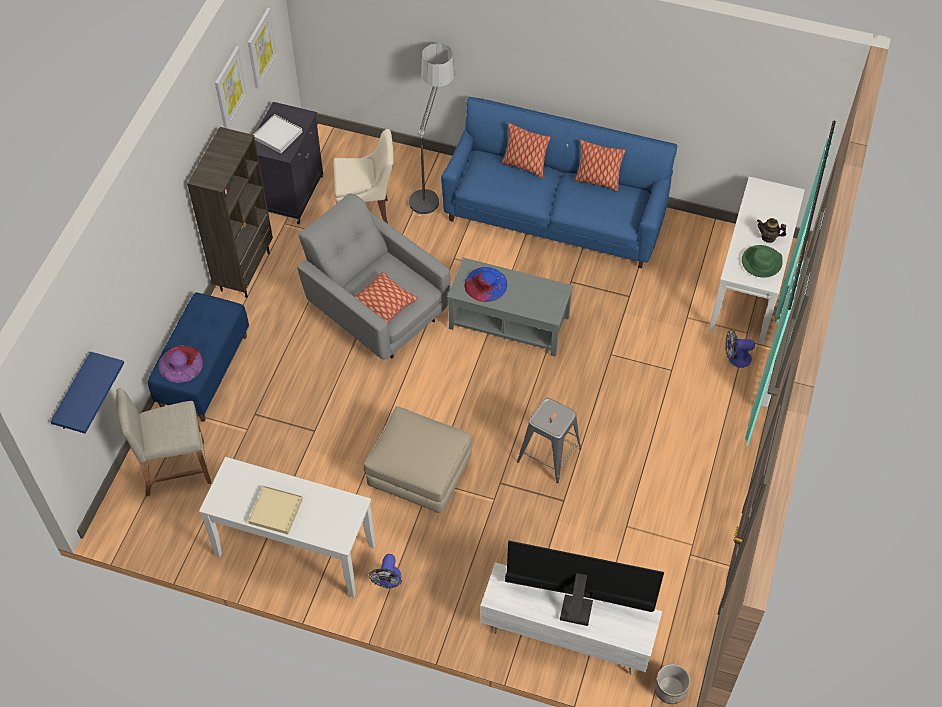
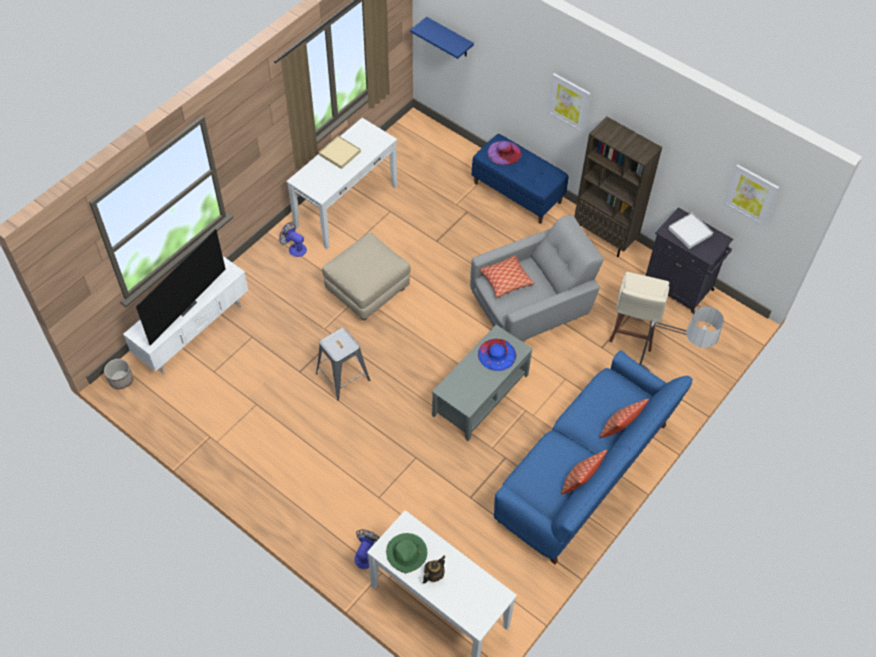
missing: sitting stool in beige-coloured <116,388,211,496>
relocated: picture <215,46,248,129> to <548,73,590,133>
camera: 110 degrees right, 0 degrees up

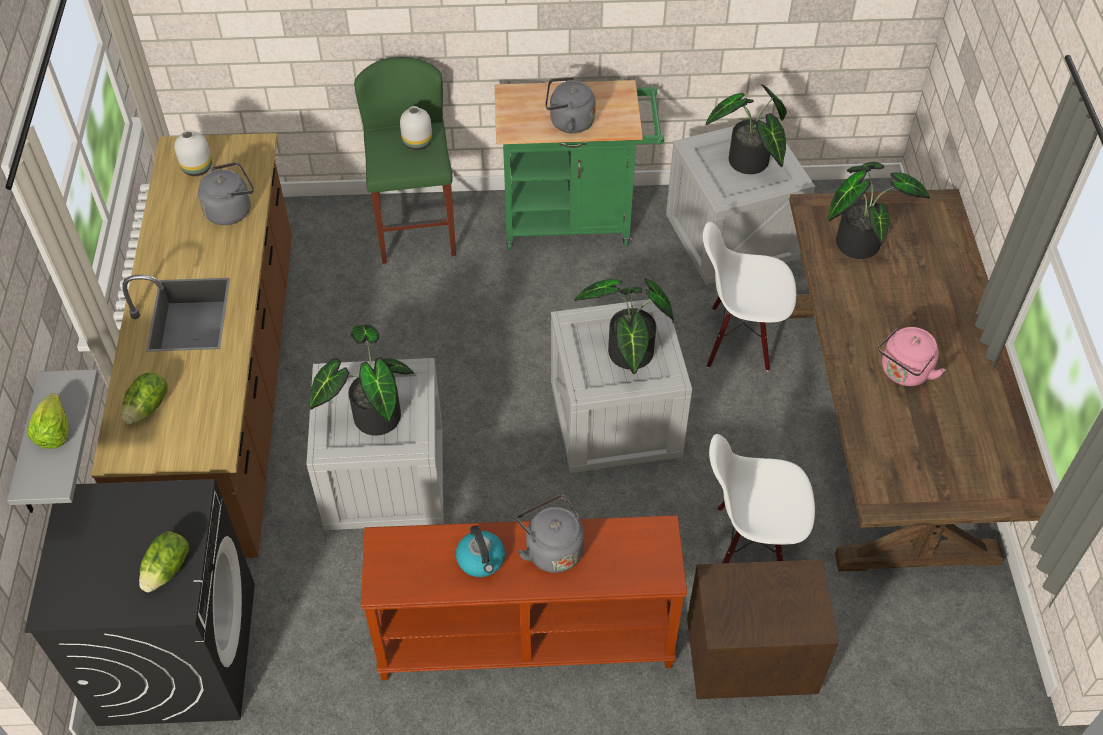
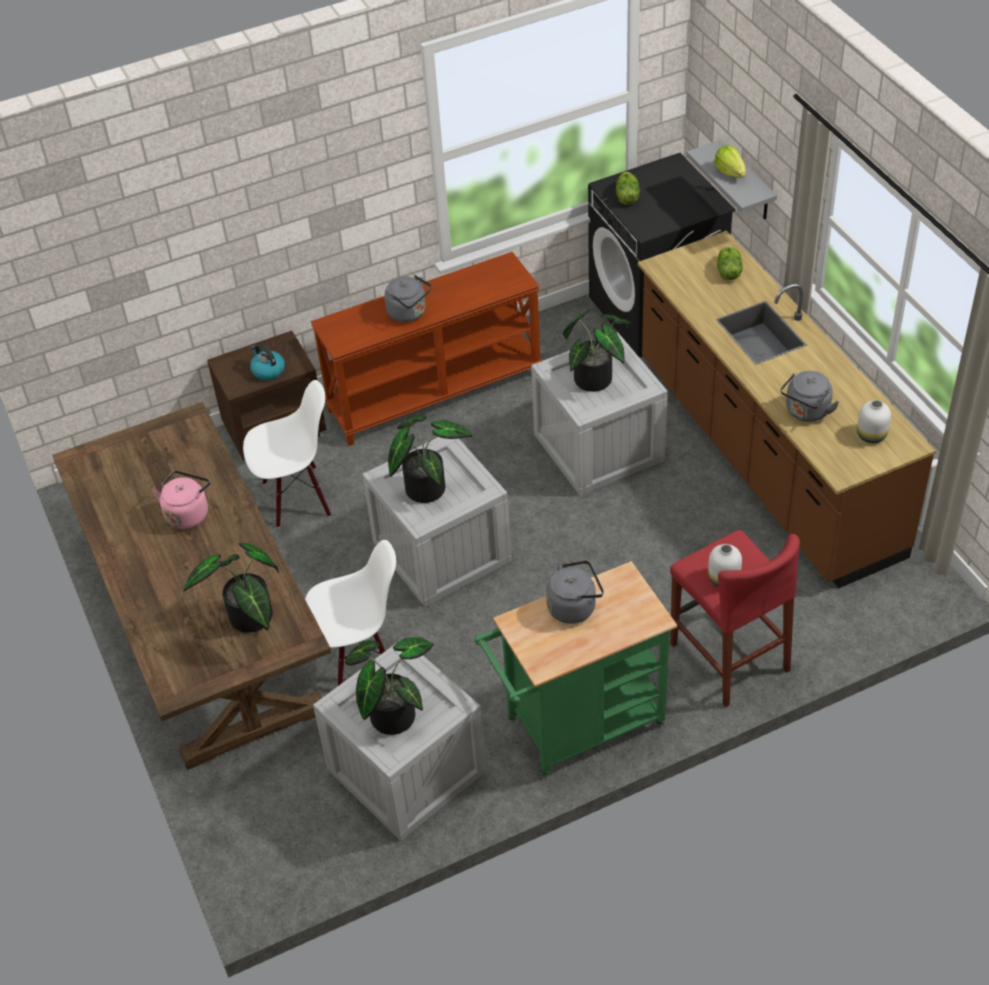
relocated: tea kettle <456,525,505,577> to <250,344,285,380>
colour: sitting stool in green-coloured <354,57,456,264> to sitting stool in red-coloured <670,530,800,707>
camera: 160 degrees right, 5 degrees down

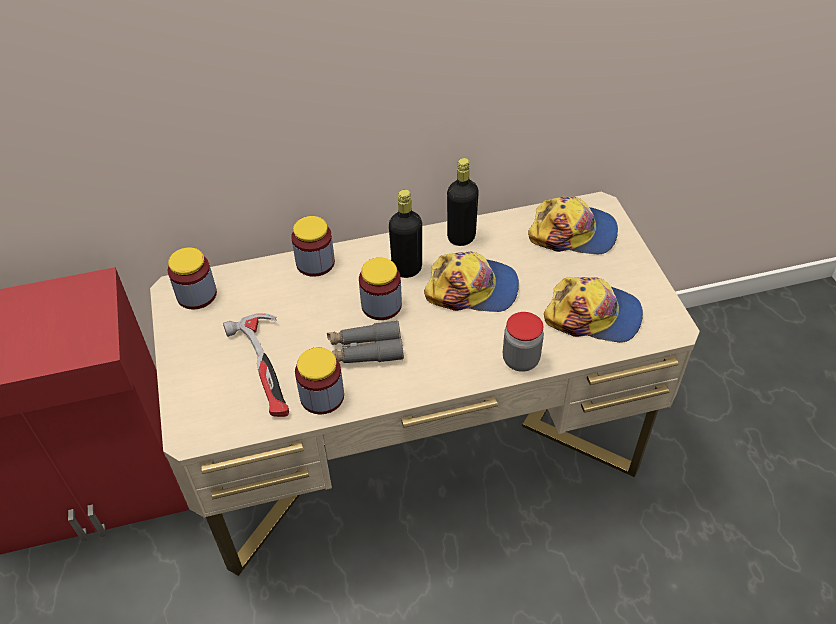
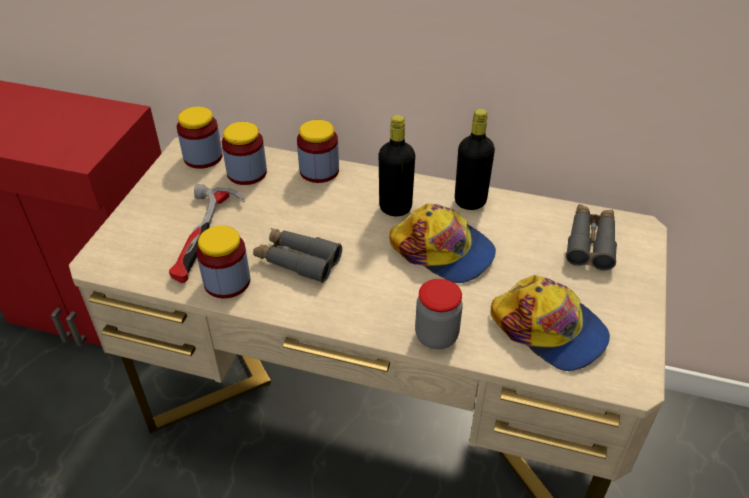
relocated: storage jar <359,258,402,320> to <222,122,267,185>
exchanged: cap <528,197,618,255> to field glasses in greyish <566,204,617,270>
camera: 30 degrees right, 5 degrees down

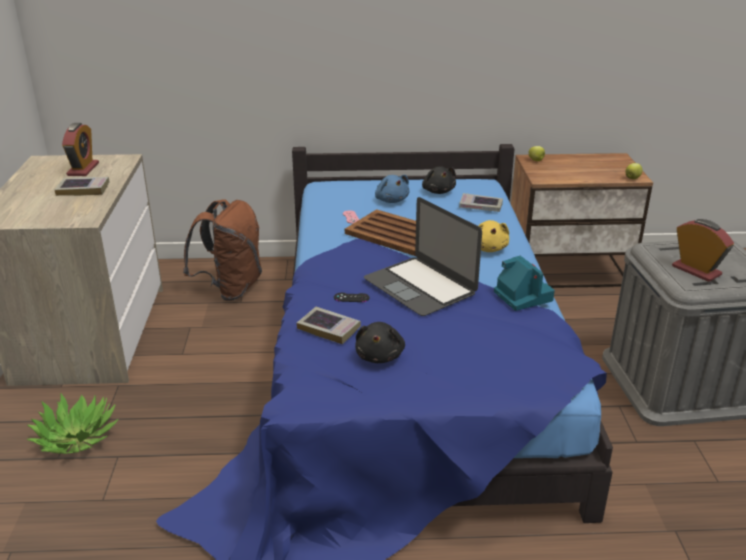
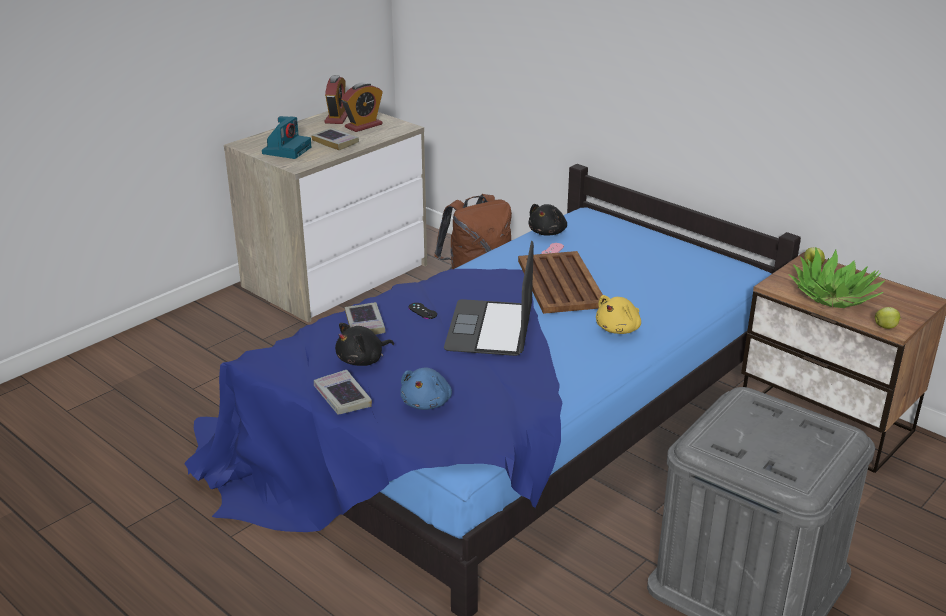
relocated: potted plant <27,394,119,454> to <789,247,885,308>; soft toy in blue <375,175,410,203> to <401,368,452,410>; soft toy in blackish <422,166,456,194> to <528,204,567,235>; book <459,193,503,212> to <314,370,372,415>; photo camera <494,256,555,311> to <262,116,311,159>; bedside clock <672,219,734,282> to <325,75,348,124>
camera: 45 degrees right, 0 degrees up

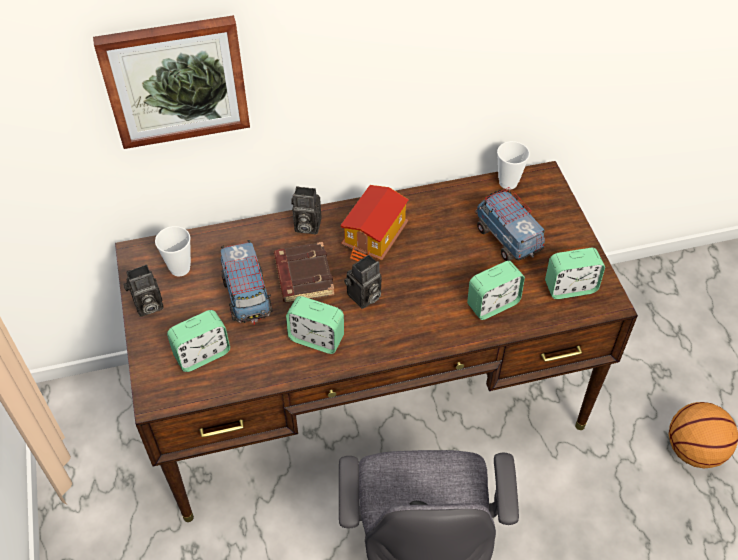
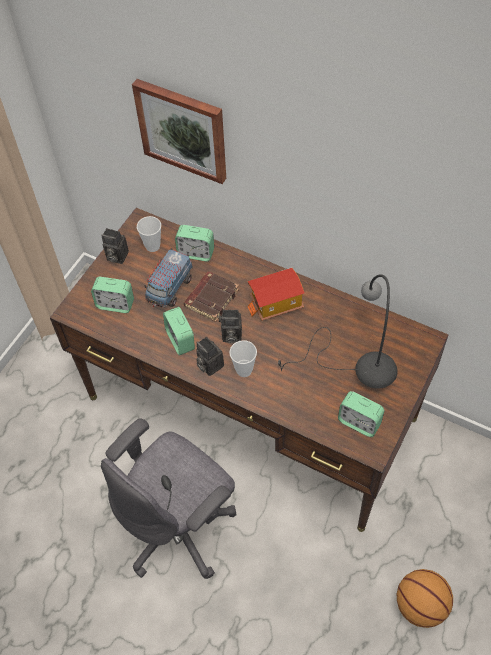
relocated: photo camera <291,186,322,234> to <197,337,224,376>; bedside clock <467,261,525,320> to <175,225,214,261>; small cup <497,141,530,190> to <229,340,257,377>
exchanged: toy lorry <476,187,545,261> to tabletop lamp in greyish <278,274,397,389>
camera: 45 degrees right, 5 degrees up

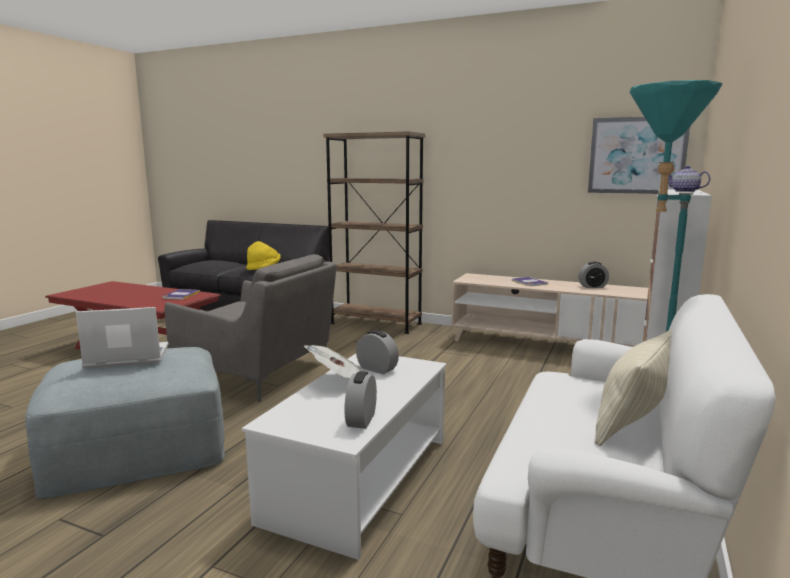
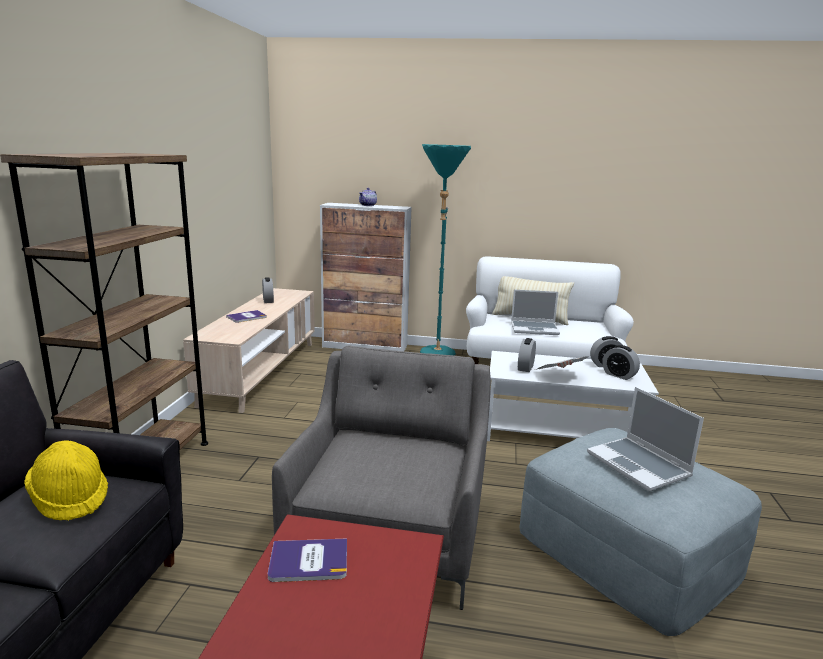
missing: picture <588,117,690,194>
appeared: portable computer <511,290,560,335>; bedside clock <603,345,640,380>
camera: 105 degrees left, 5 degrees up

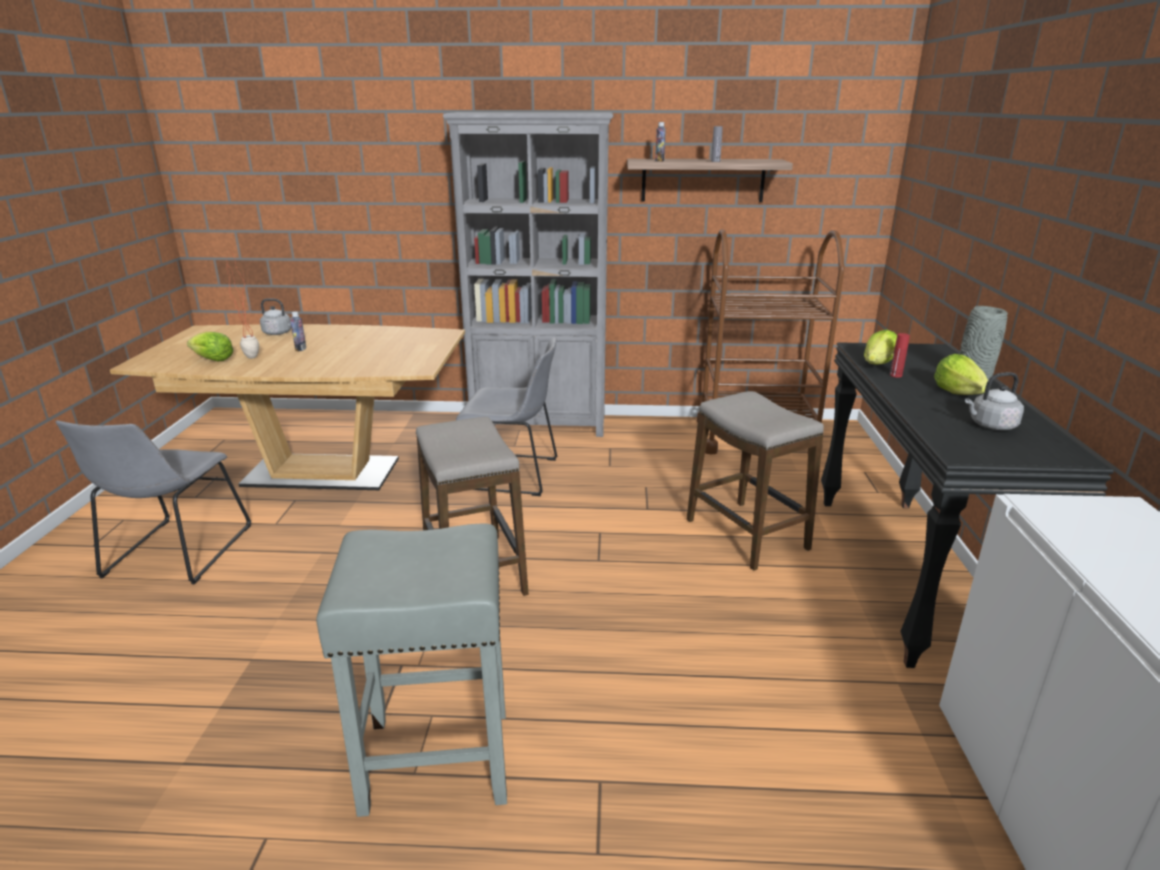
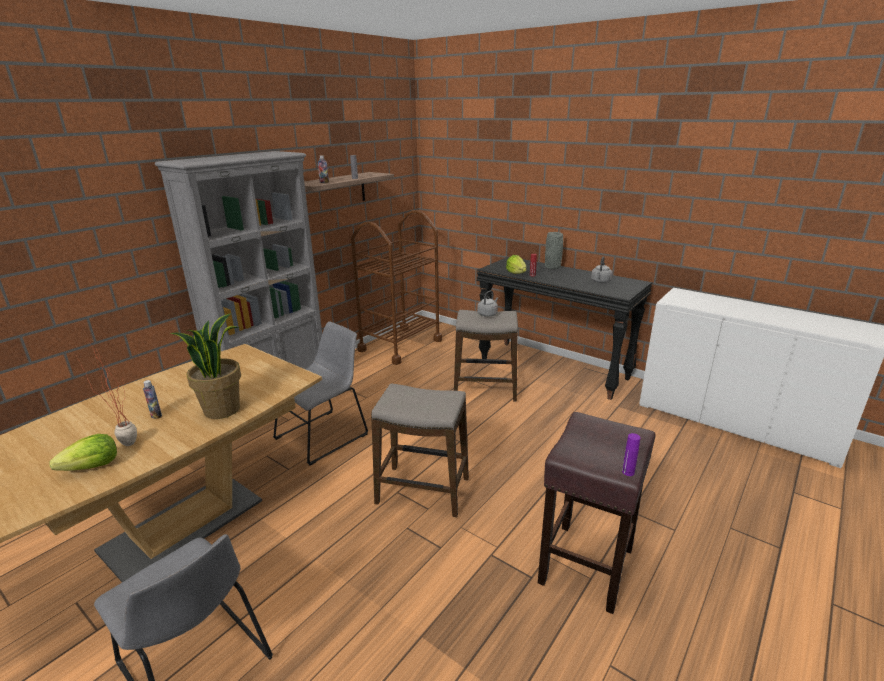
missing: lettuce <934,354,990,395>
appeared: potted plant <171,314,241,419>; drink bottle in purple-coloured <622,433,640,476>
relocated: tea kettle in greyish <260,298,292,335> to <477,290,498,317>
colour: sitting stool in greyish <316,524,507,817> to sitting stool in brown <538,412,656,614>
camera: 55 degrees left, 0 degrees up

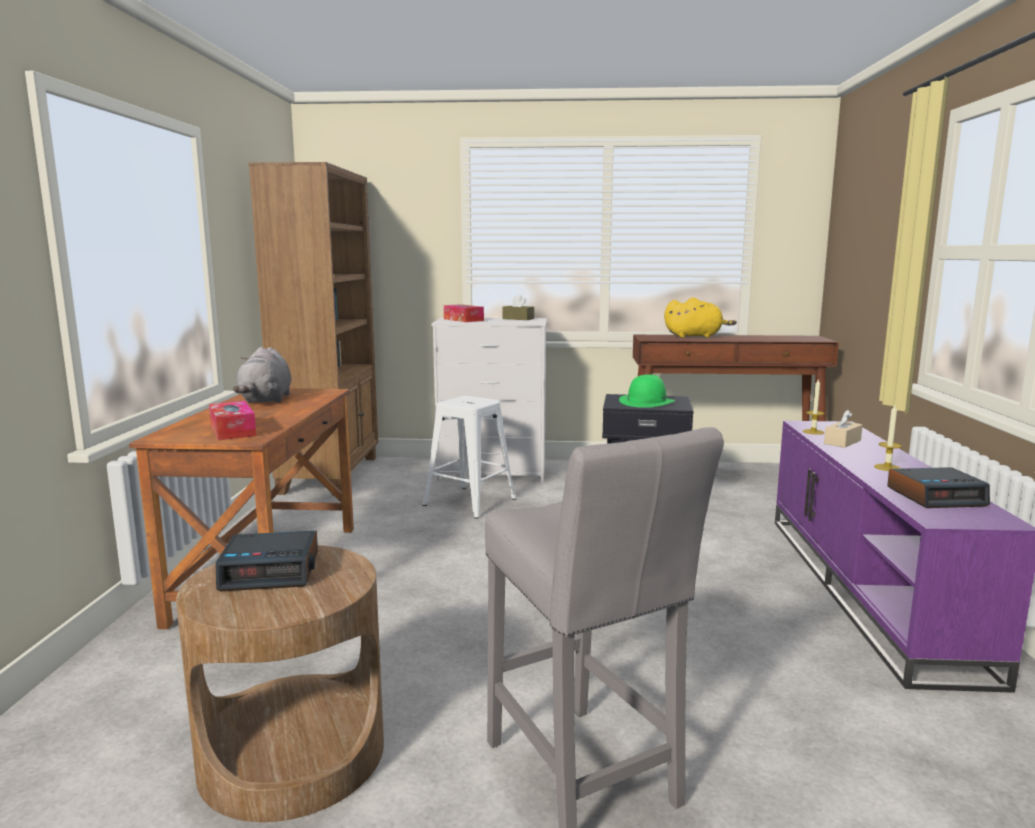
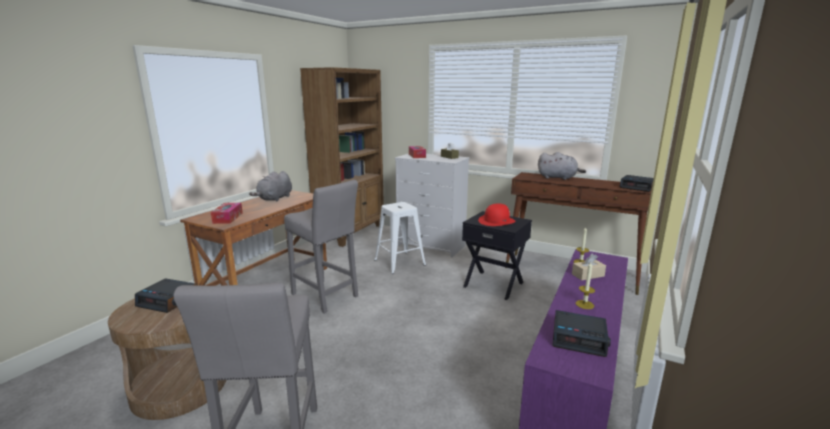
appeared: sitting stool in greyish <284,180,358,314>; bedside clock <619,175,654,192>
colour: hat in green-coloured <619,374,675,408> to hat in red-coloured <478,204,515,226>; soft toy in yellow-coloured <664,297,737,338> to soft toy in greyish <538,152,586,180>
camera: 25 degrees right, 5 degrees up

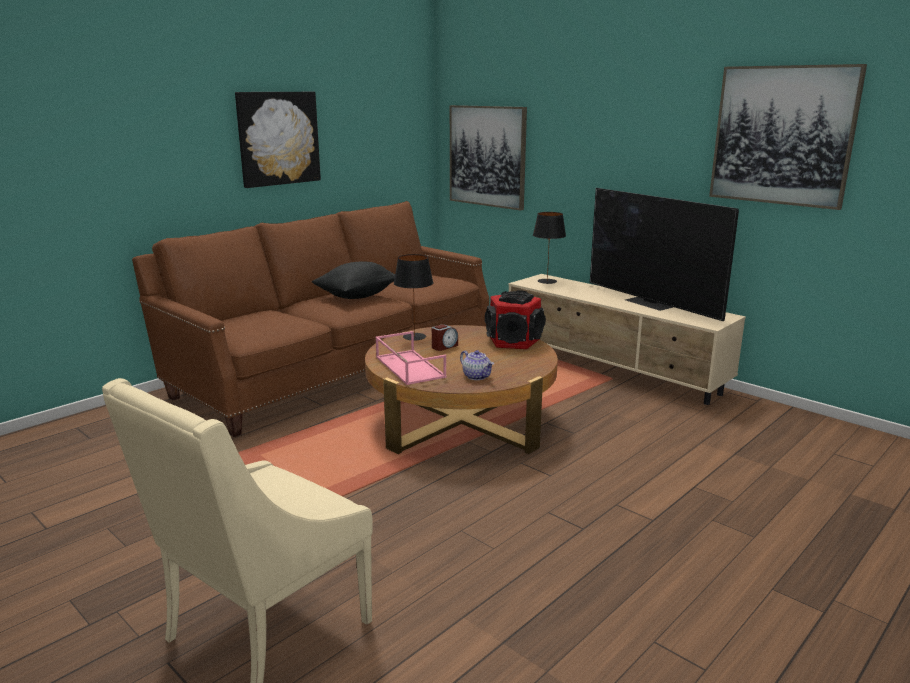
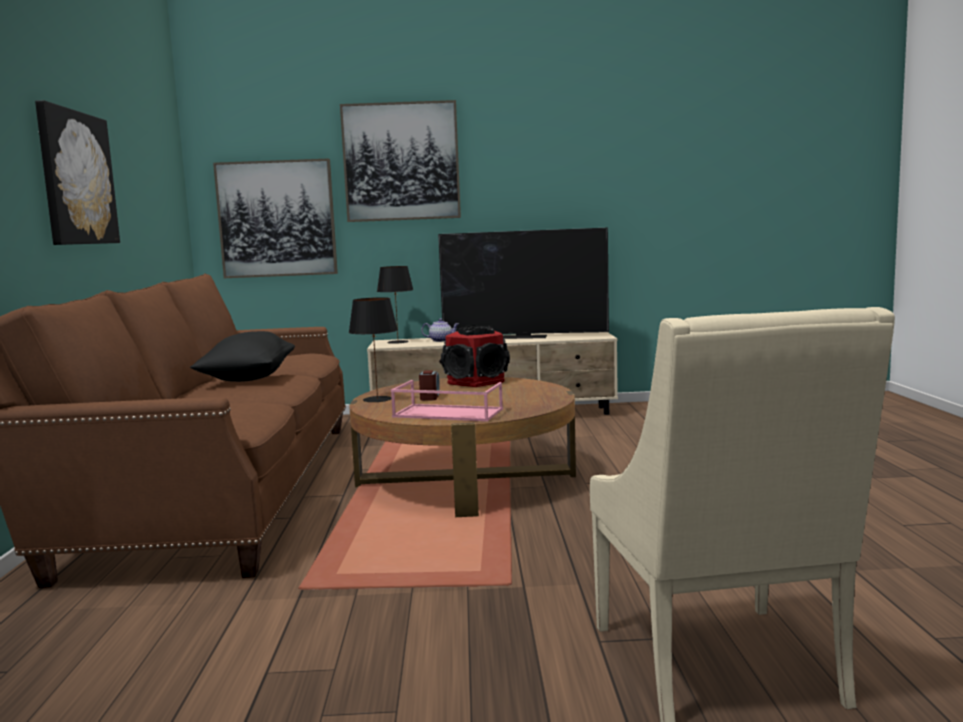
relocated: teapot <460,350,494,380> to <421,318,459,342>; picture <709,64,867,210> to <340,100,461,222>
camera: 45 degrees left, 10 degrees down

